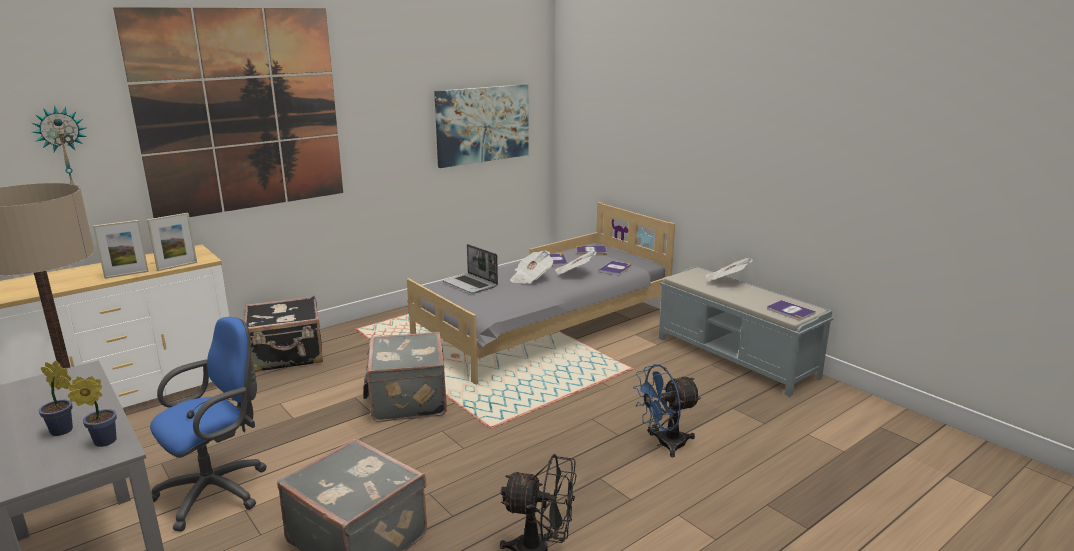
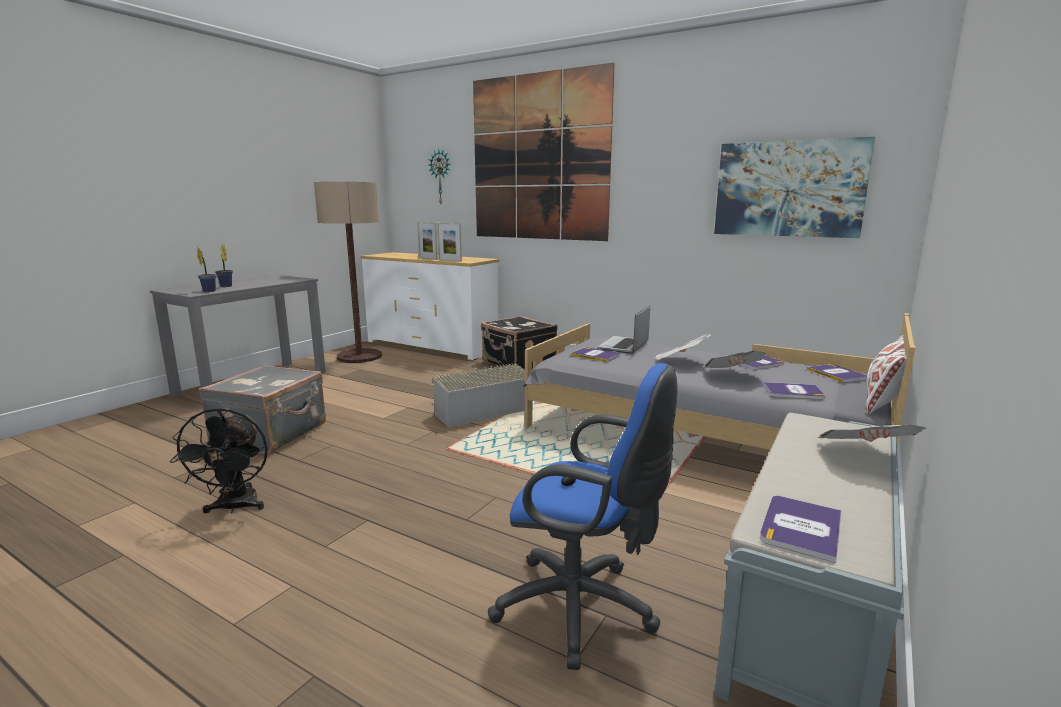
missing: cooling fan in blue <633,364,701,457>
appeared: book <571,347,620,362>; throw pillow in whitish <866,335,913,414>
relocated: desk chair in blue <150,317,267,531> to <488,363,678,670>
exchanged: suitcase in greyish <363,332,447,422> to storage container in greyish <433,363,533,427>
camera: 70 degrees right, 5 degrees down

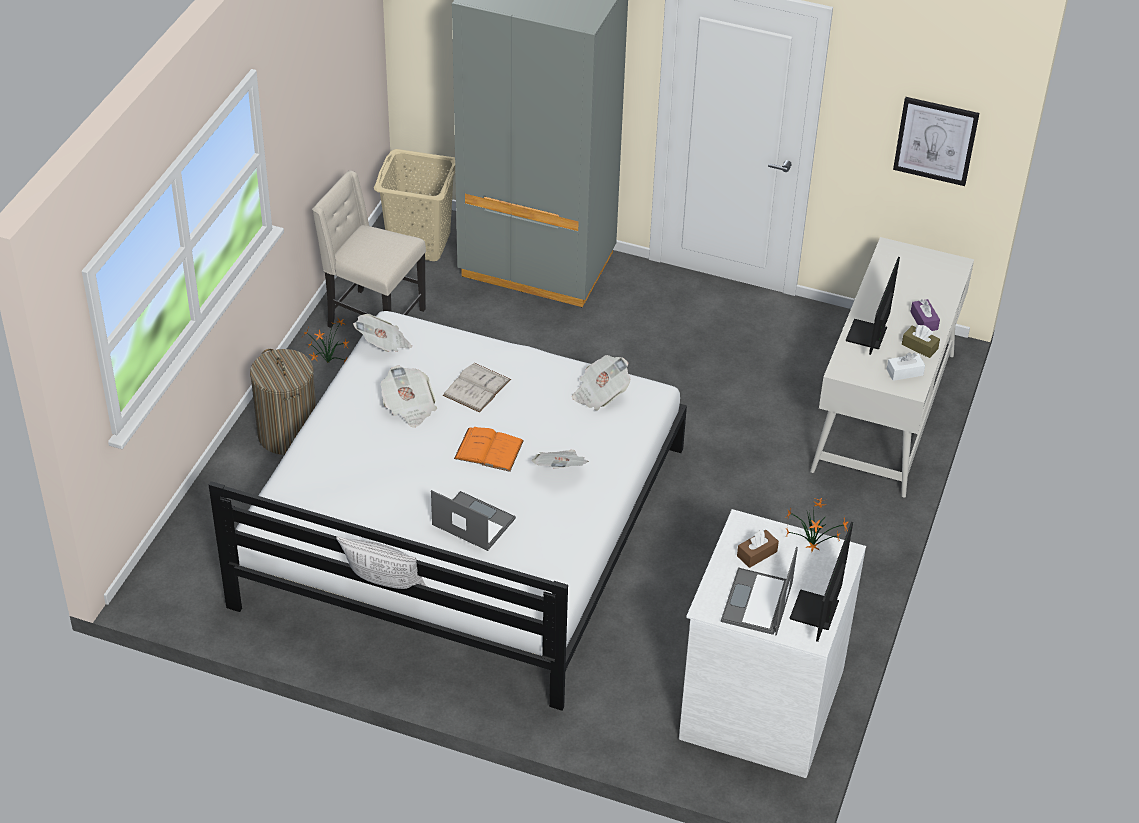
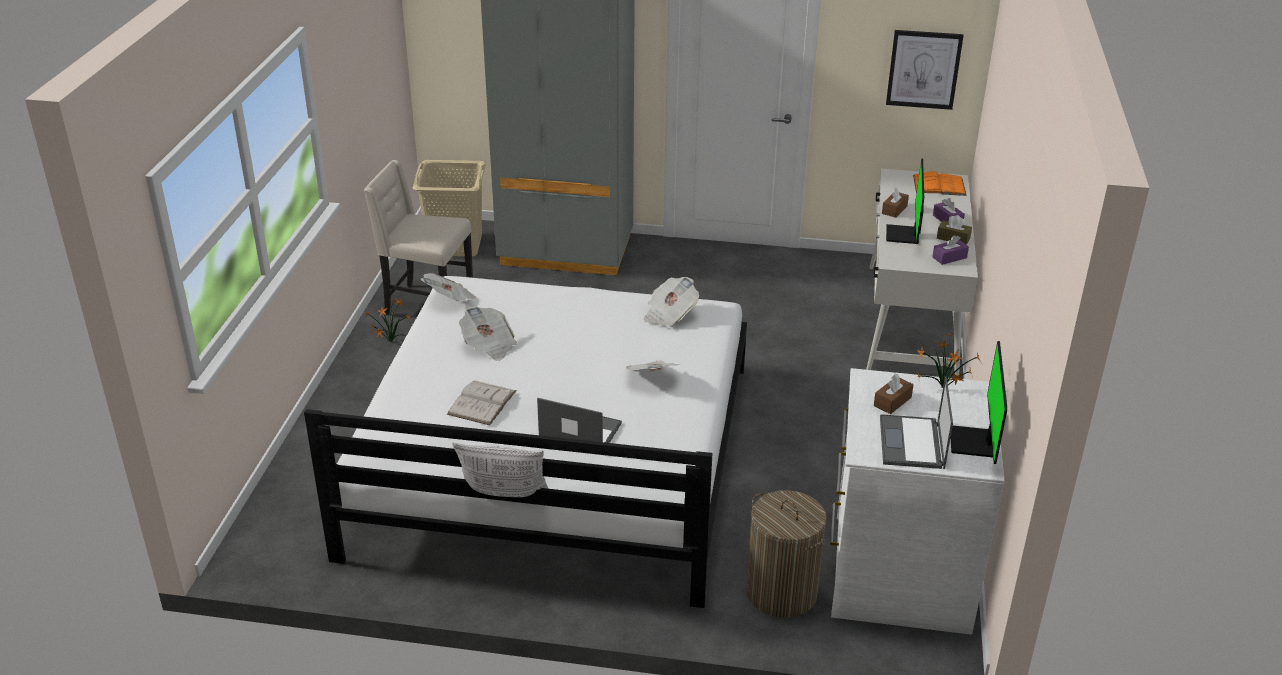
appeared: box of tissues in brown <882,187,909,218>
relocated: laundry basket <250,349,316,455> to <746,490,827,618>; book in whitish <443,363,511,413> to <447,380,517,425>; book in orangey <454,427,524,472> to <913,171,967,196>
colour: box of tissues in whitish <887,352,925,381> to box of tissues in purple-coloured <932,235,969,265>
camera: 10 degrees left, 10 degrees down

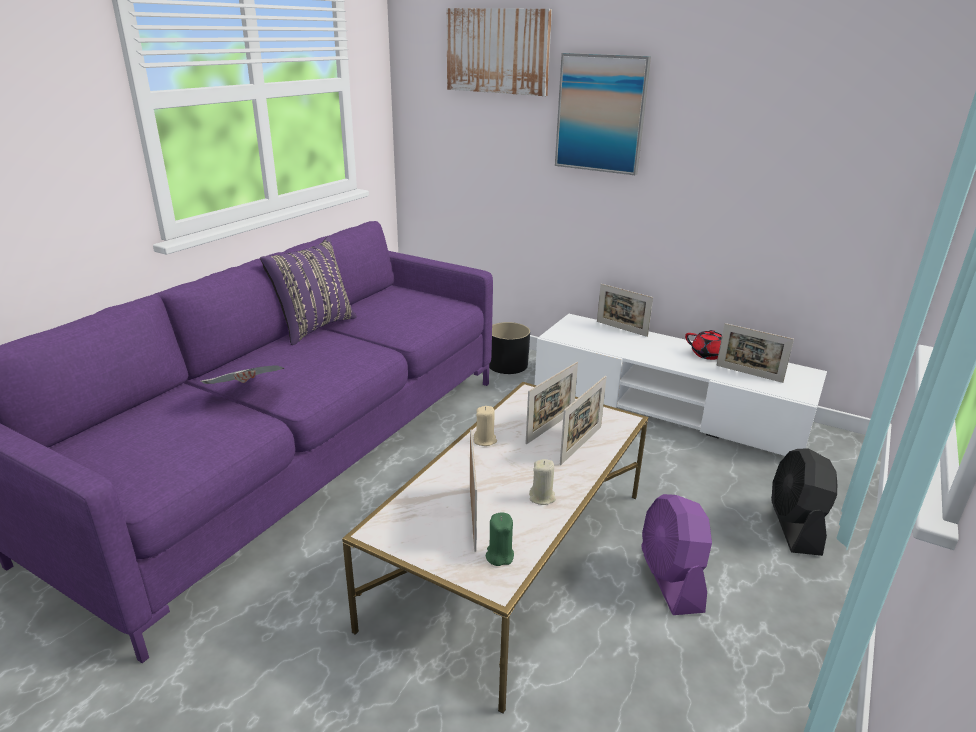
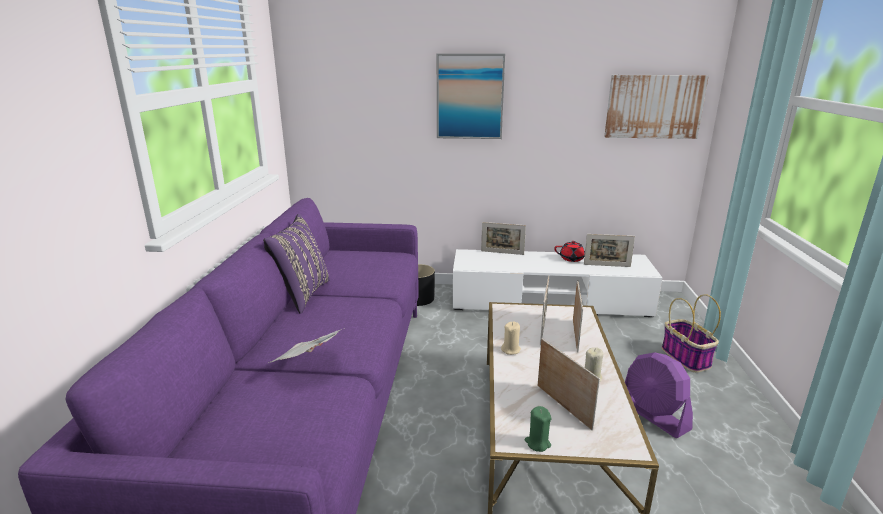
relocated: picture <446,8,552,96> to <604,75,709,139>; wax candle in green-coloured <486,512,514,566> to <525,406,552,452>
exchanged: cooling fan in blackish <771,448,837,556> to basket <662,294,721,372>
camera: 25 degrees left, 5 degrees down

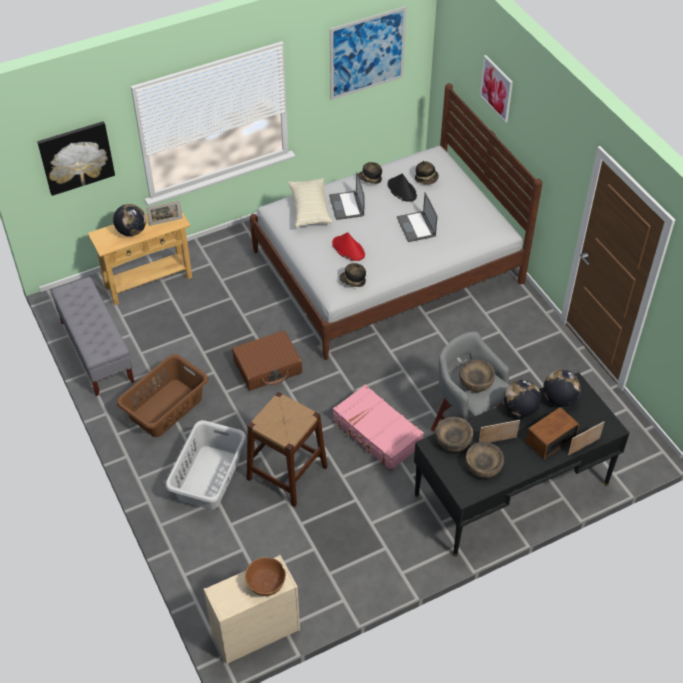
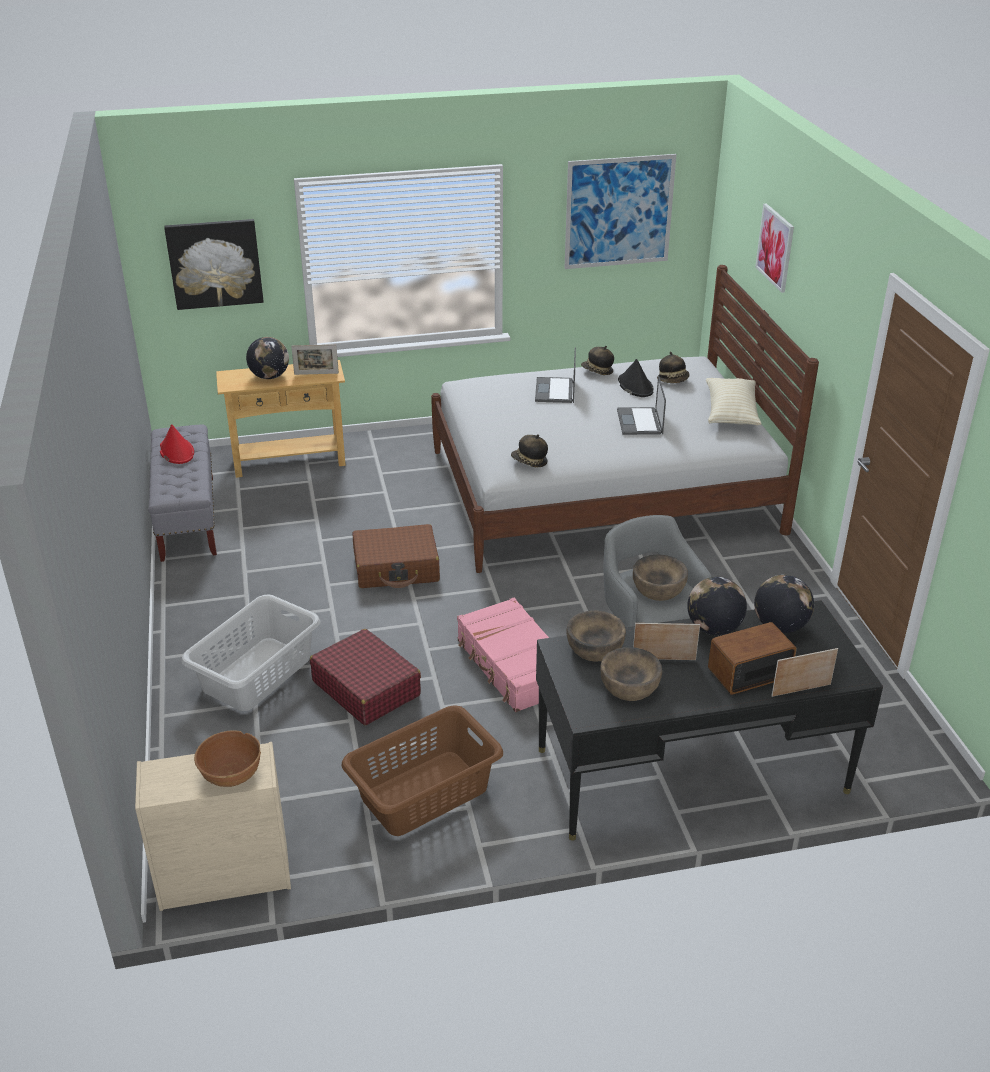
relocated: laundry basket in brown <117,354,209,437> to <341,705,503,836>; throw pillow in beige-coloured <288,178,333,228> to <706,378,761,425>; hat in red-coloured <332,232,365,261> to <160,424,194,464>
exchanged: sitting stool in brown <247,392,328,507> to suitcase in red-coloured <310,629,421,725>
camera: 15 degrees right, 15 degrees down

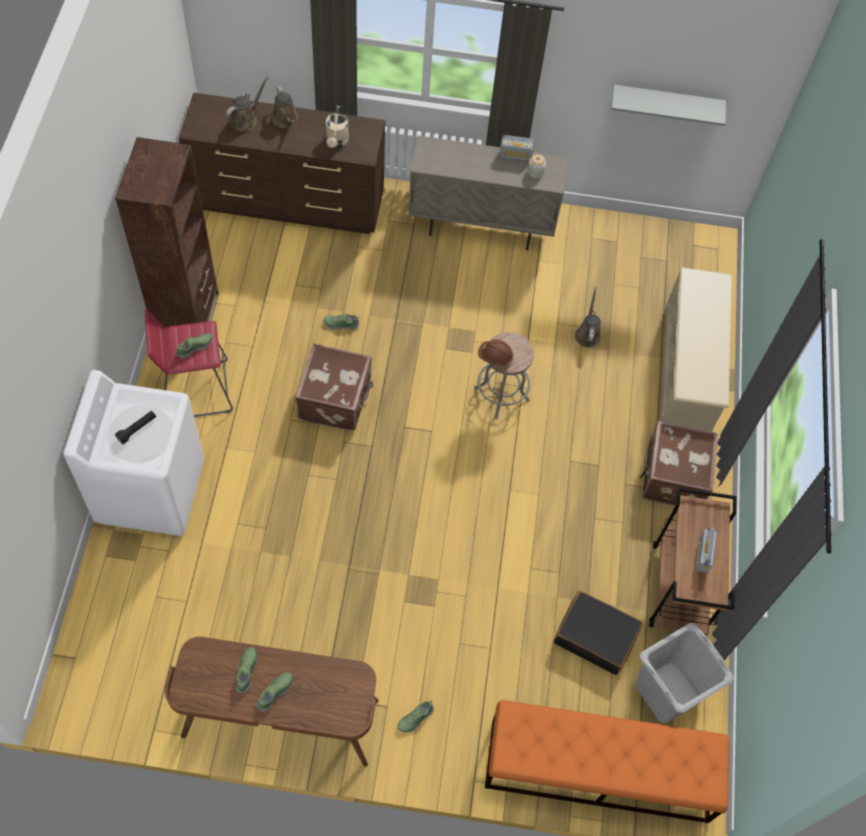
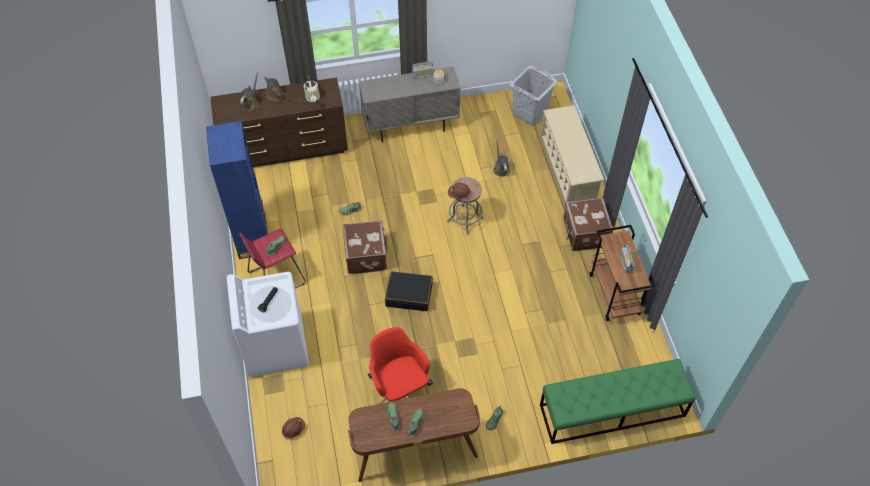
missing: bracket shelf in greyish <611,85,726,126>
appeared: work helmet in brown <282,417,306,439>; desk chair in red-coloured <368,327,433,404>
relocated: suitcase in blackish <553,591,643,675> to <385,271,433,311>; laundry basket in greyish <635,623,734,723> to <510,66,558,125>
colour: bookshelf in brown <115,137,219,327> to bookshelf in blue <206,121,268,259>; indoor bench in orangey <485,700,729,823> to indoor bench in green-coloured <540,359,695,444>
camera: 15 degrees left, 5 degrees down

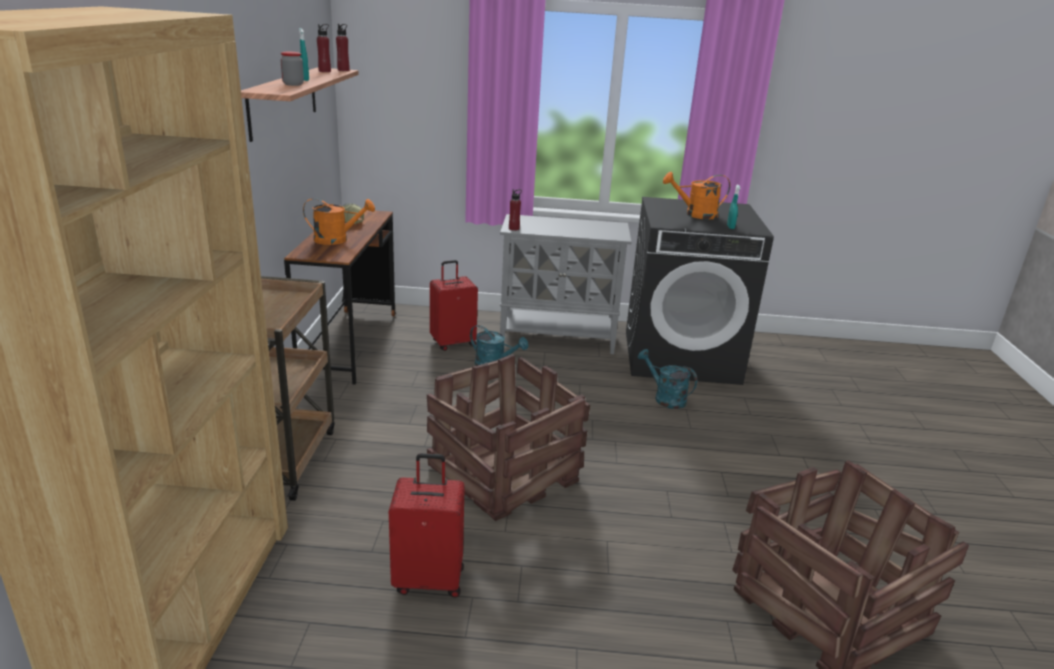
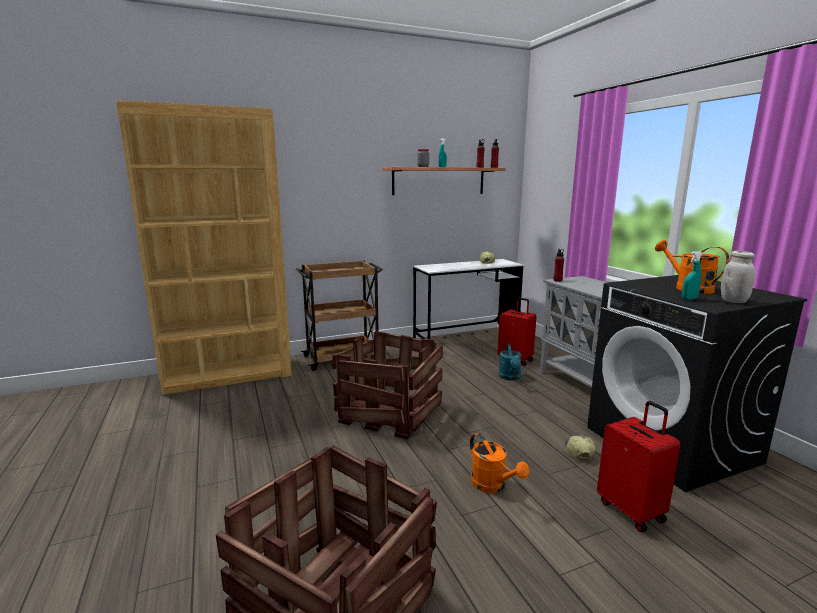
appeared: storage jar in whitish <721,251,755,303>
relocated: watering pot in orangey <303,198,375,245> to <470,433,529,493>; suitcase in red-coloured <389,453,465,597> to <597,401,680,532>
exchanged: watering pot in blue-green <638,349,697,409> to cap <564,434,596,460>
colour: desk unit in brown <284,210,395,385> to desk unit in whitish <413,259,524,339>
camera: 65 degrees right, 10 degrees down

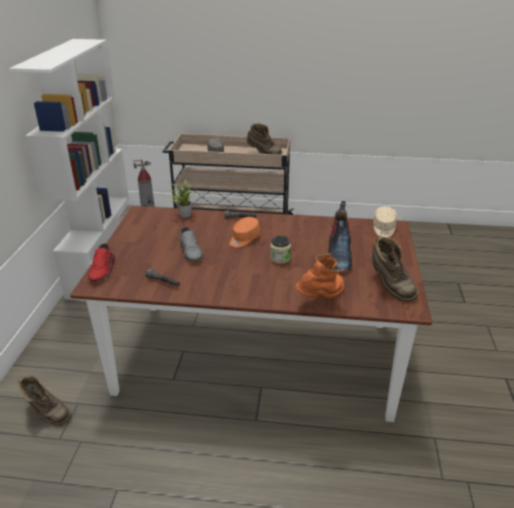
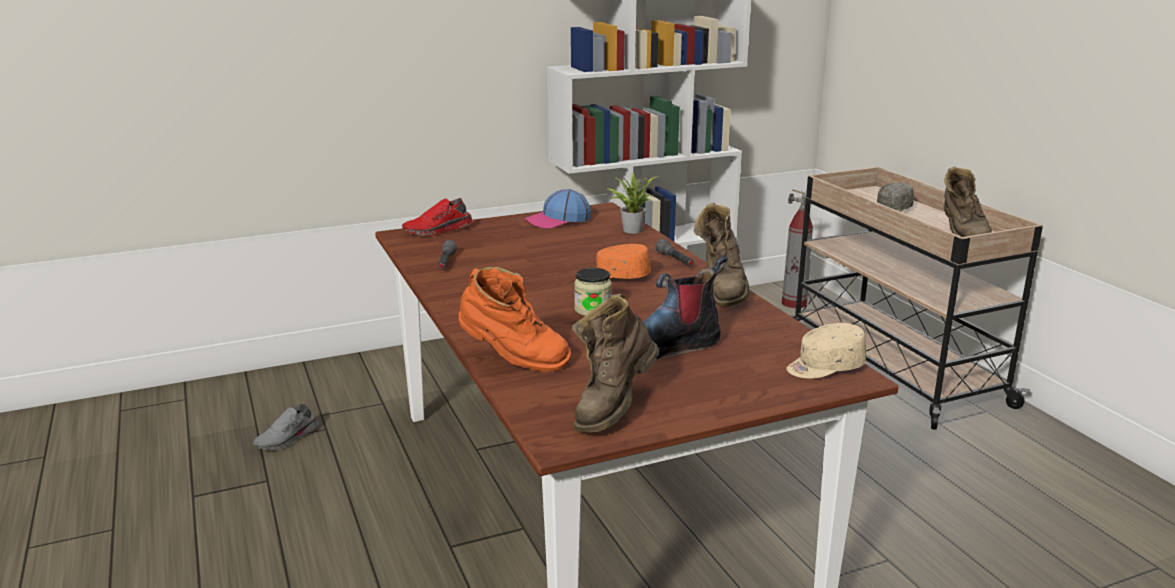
appeared: cap <524,189,591,229>
relocated: tall boot in brown <18,376,71,425> to <694,203,749,307>; item of footwear in greyish <180,227,203,262> to <253,403,319,450>
camera: 60 degrees right, 10 degrees down

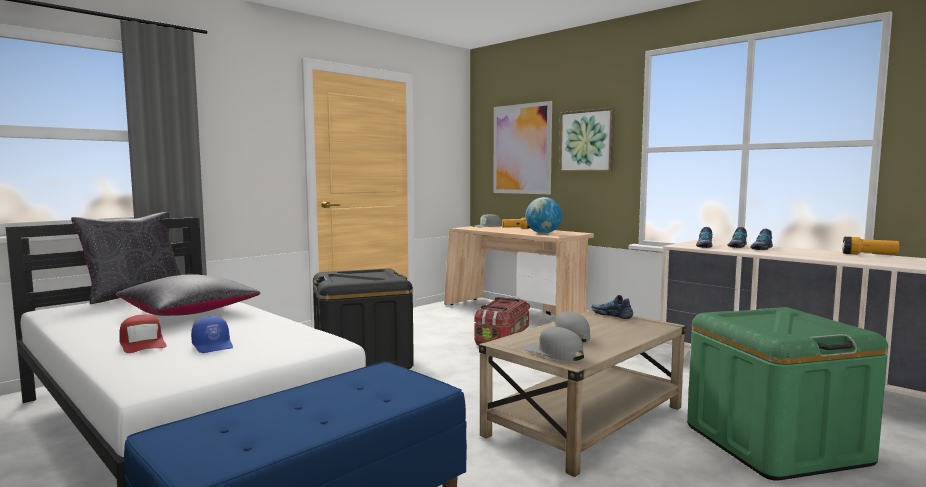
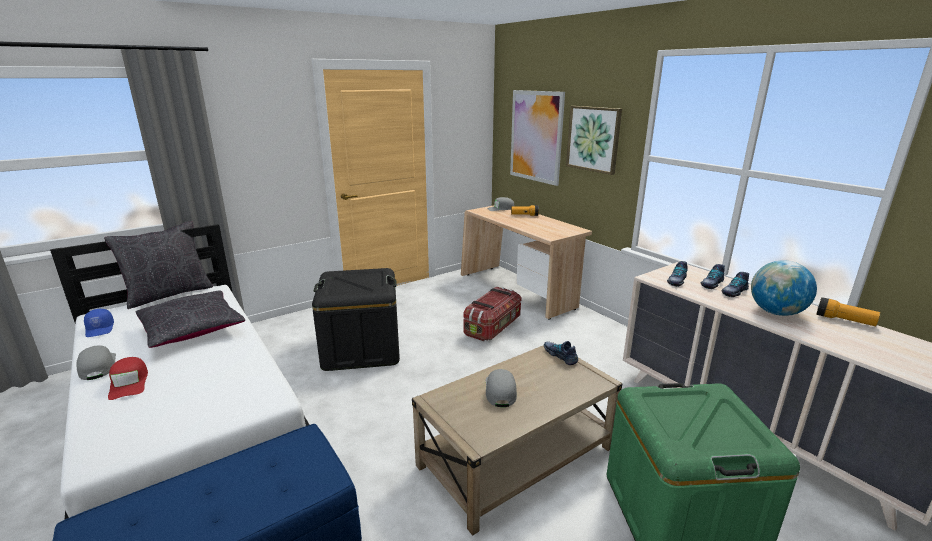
relocated: cap in blue <191,316,233,353> to <84,309,114,337>; cap in greyish <523,326,584,361> to <76,345,116,380>; world globe <525,197,562,234> to <751,260,817,316>
camera: 10 degrees right, 15 degrees up

